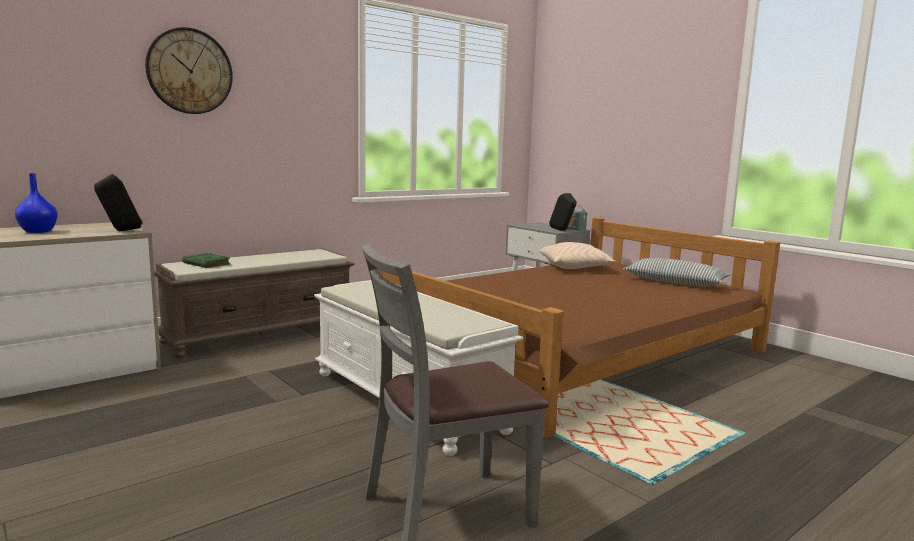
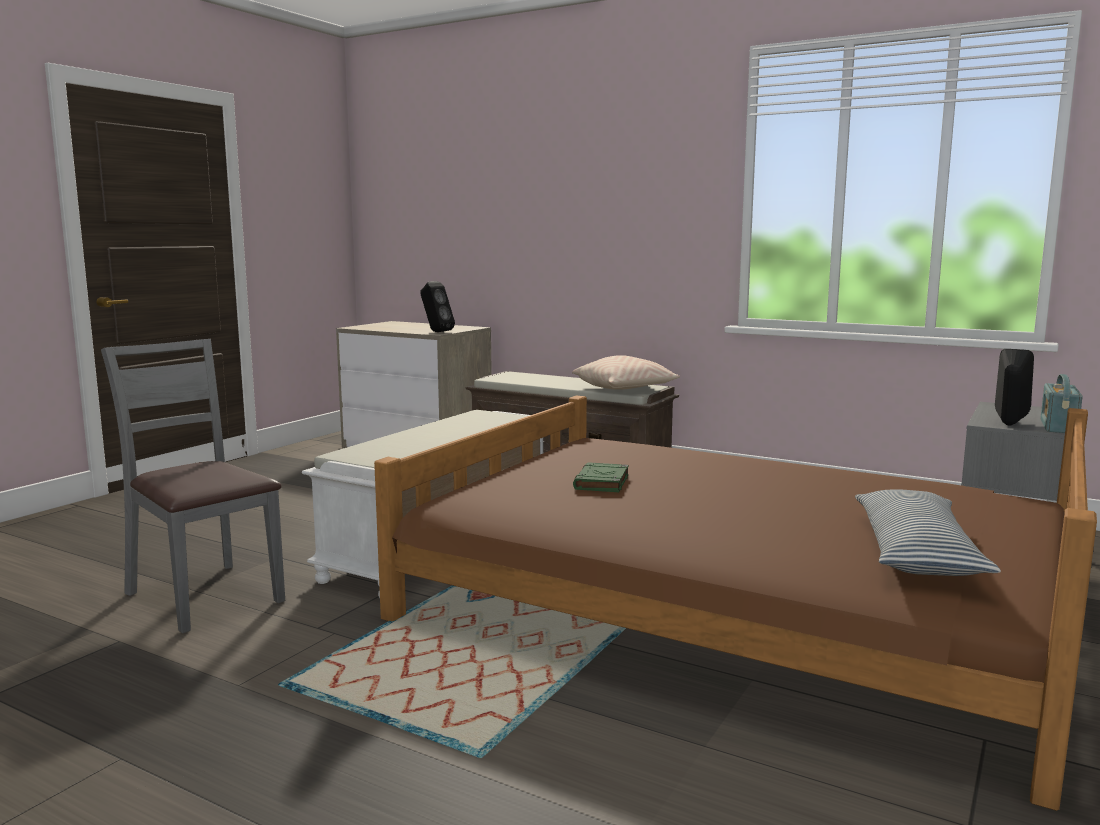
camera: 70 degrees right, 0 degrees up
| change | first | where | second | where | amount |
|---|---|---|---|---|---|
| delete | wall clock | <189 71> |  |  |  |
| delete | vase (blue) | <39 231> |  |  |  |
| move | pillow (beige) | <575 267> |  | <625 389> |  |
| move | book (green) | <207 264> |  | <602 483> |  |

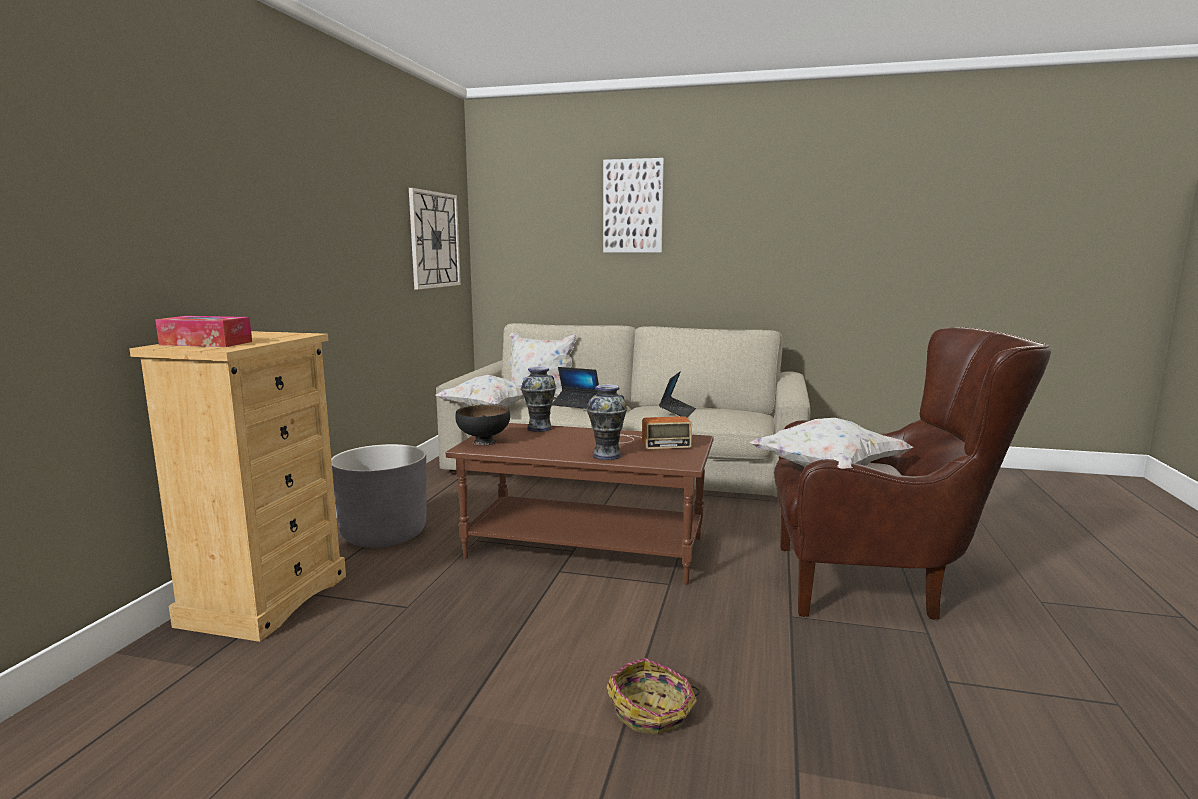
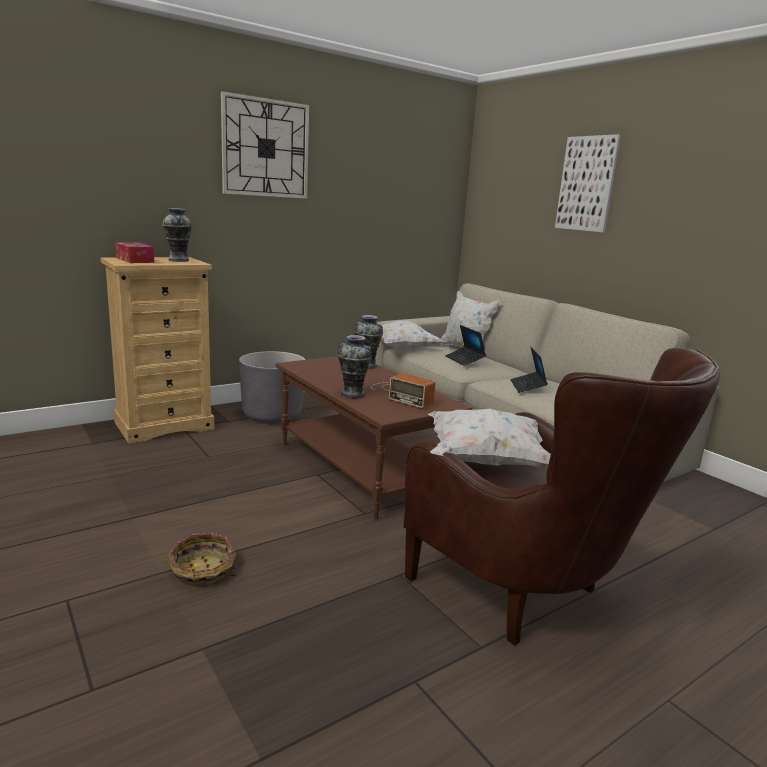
camera: 40 degrees right, 5 degrees up
| change | first | where | second | where | amount |
|---|---|---|---|---|---|
| move | wall clock | <434 240> |  | <265 148> |  |
| rotate | laptop | <677 412> |  | <527 387> | 120 degrees clockwise |
| delete | bowl (black) | <484 442> |  |  |  |
| insert |  |  | vase | <179 260> |  |

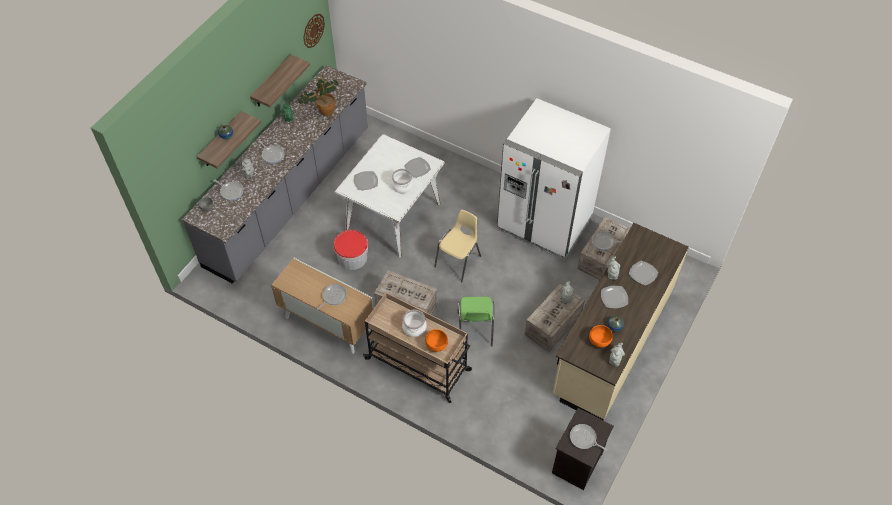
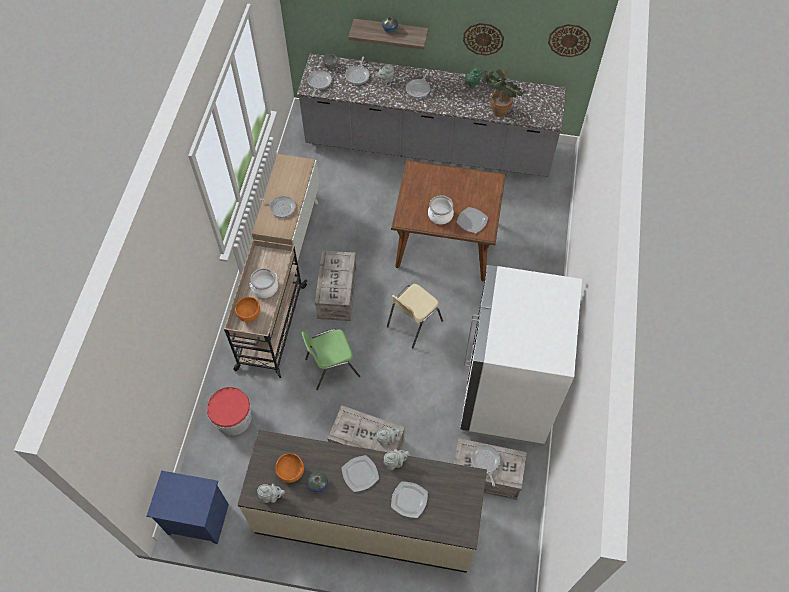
camera: 70 degrees right, 5 degrees up
| change | first | where | second | where | amount |
|---|---|---|---|---|---|
| replace | shelf | <272 82> | wall clock | <483 38> |  |
| recolor | dining table (white) | <393 217> | dining table (brown) | <444 243> |  |
| delete | plate | <366 181> |  |  |  |
| rotate | chair (beige) | <458 261> |  | <413 323> | 120 degrees clockwise |
| move | bucket | <352 258> |  | <233 418> |  |
| recolor | nightstand (black) | <577 464> | nightstand (blue) | <197 520> |  |
| move | frying pan | <584 438> |  | <319 83> |  |

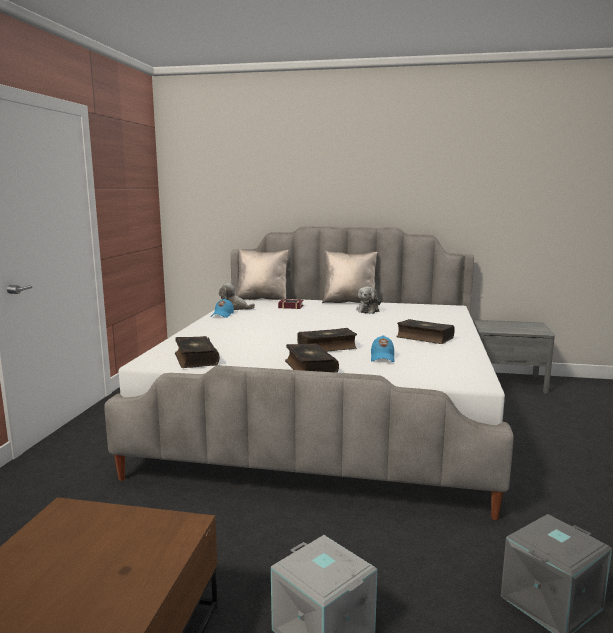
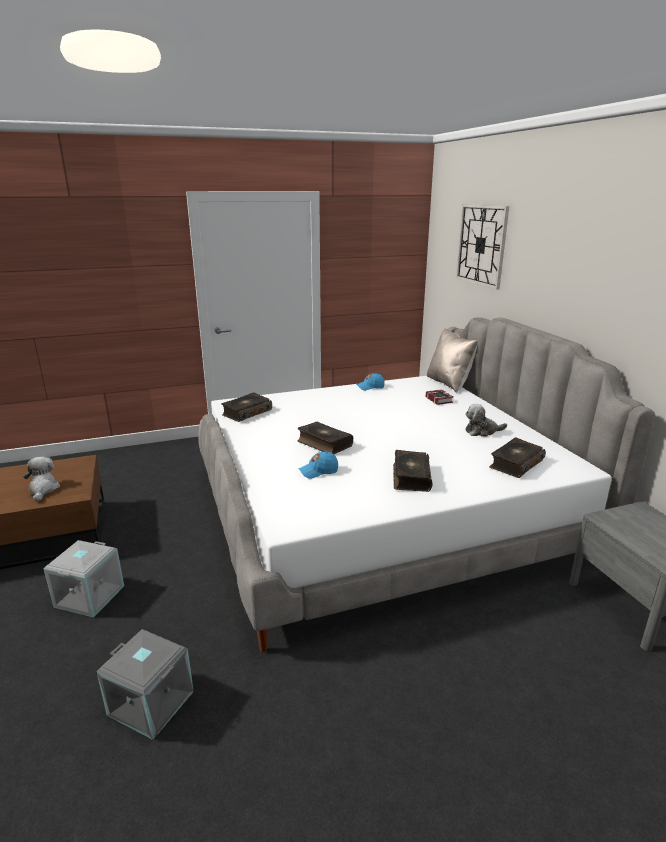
camera: 60 degrees right, 10 degrees up
| change | first | where | second | where | amount |
|---|---|---|---|---|---|
| delete | pillow (beige) | <349 302> |  |  |  |
| move | plush toy | <234 308> |  | <43 489> |  |
| move | book | <309 368> |  | <515 464> |  |
| insert |  |  | wall clock | <481 245> |  |

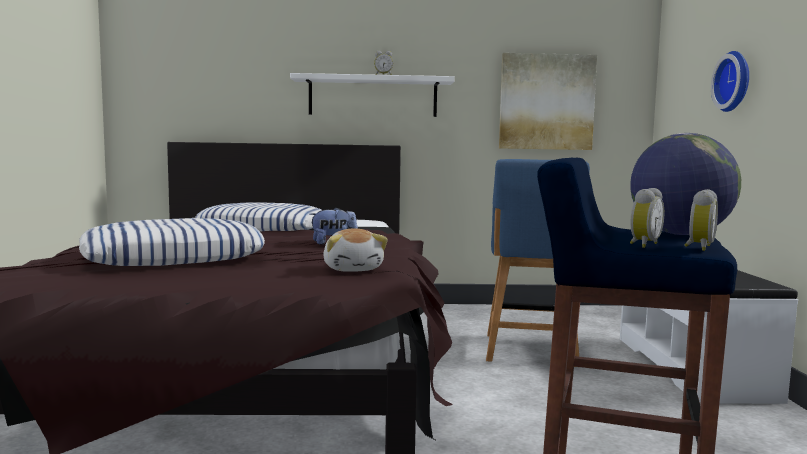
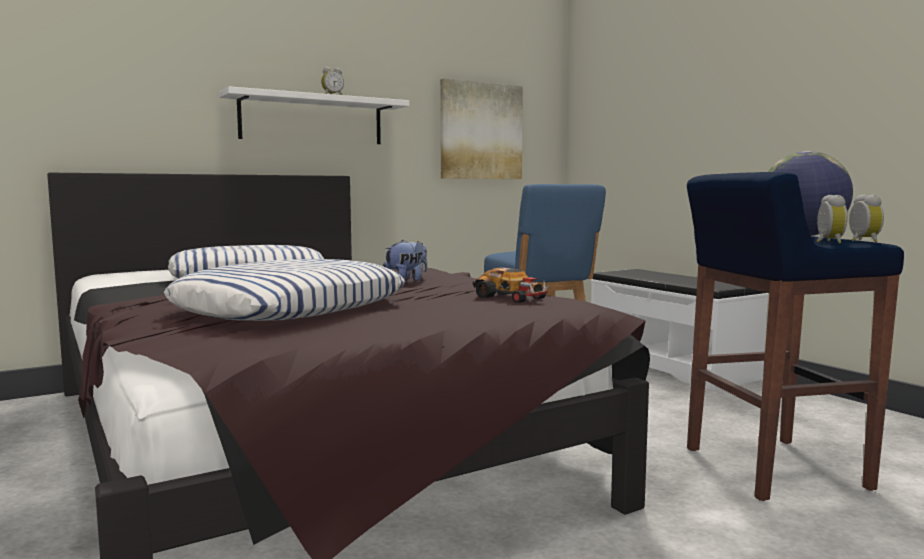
camera: 30 degrees left, 0 degrees up
| change | first | where | second | where | amount |
|---|---|---|---|---|---|
| delete | wall clock | <735 81> |  |  |  |
| replace | plush toy | <353 269> | toy car | <511 298> |  |

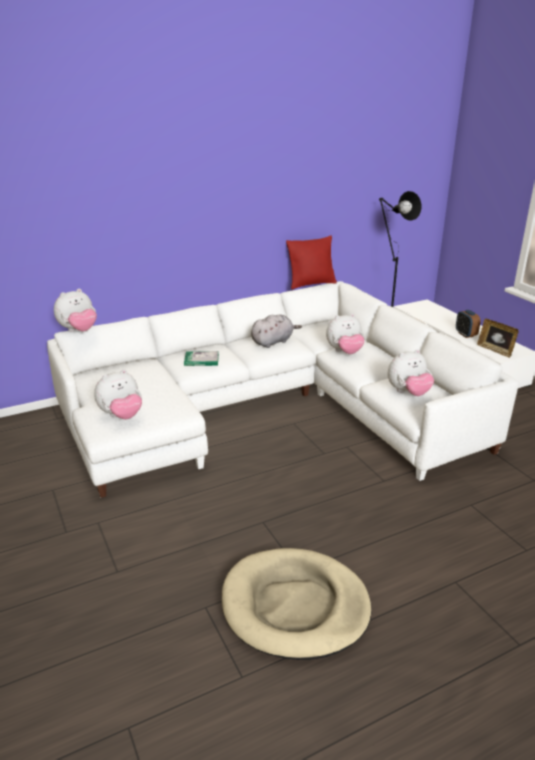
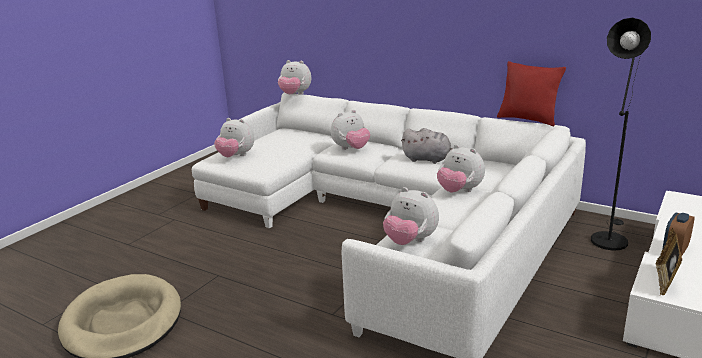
camera: 60 degrees right, 5 degrees down
| change | first | where | second | where | amount |
|---|---|---|---|---|---|
| replace | book | <201 360> | plush toy | <351 149> |  |

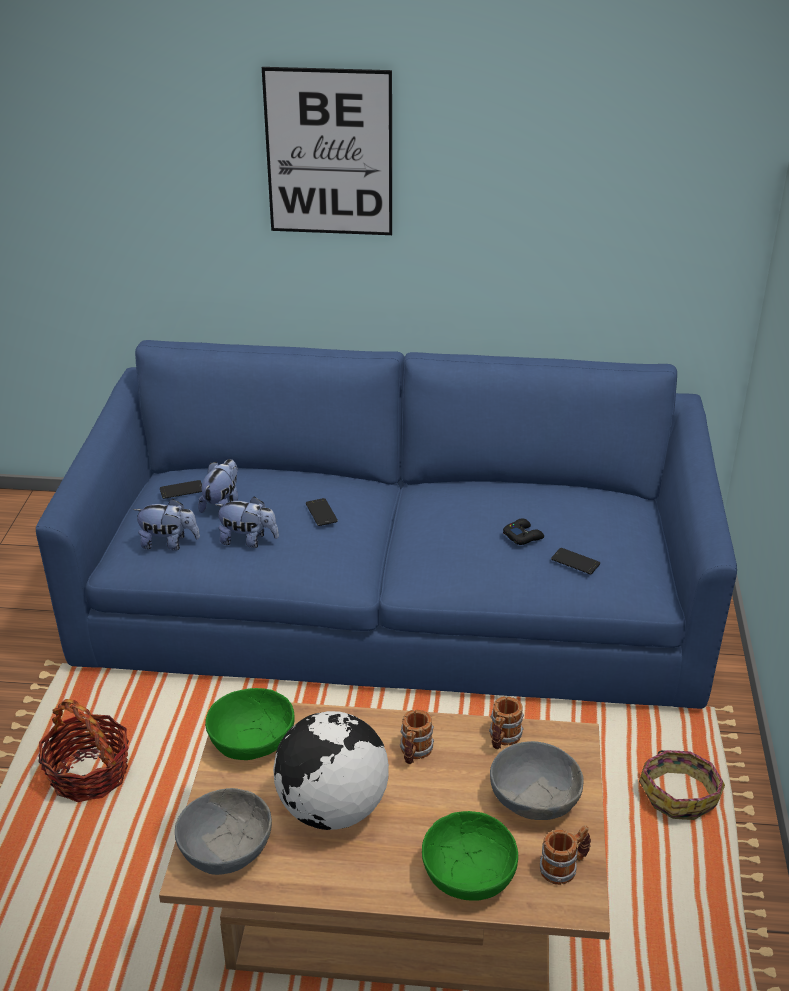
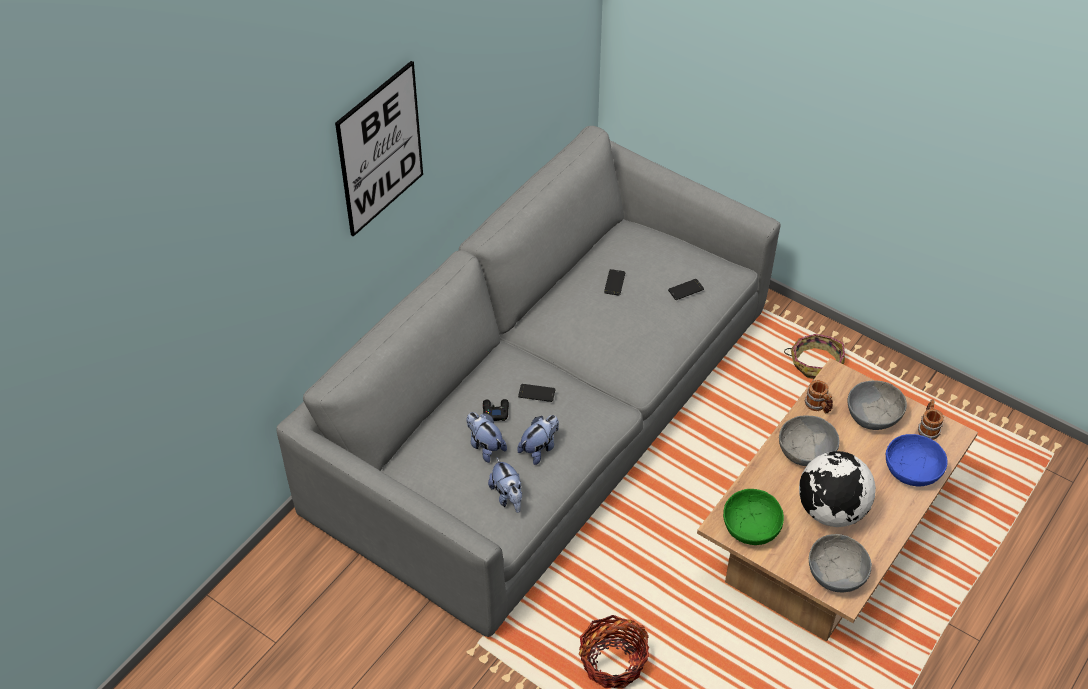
camera: 60 degrees left, 15 degrees up
| change | first | where | second | where | amount |
|---|---|---|---|---|---|
| recolor | sofa (blue) | <395 597> | sofa (grey) | <543 410> |  |
| move | phone | <181 490> |  | <614 282> |  |
| rotate | plush toy | <169 543> |  | <508 496> | 120 degrees clockwise |
| move | game controller (black) | <523 536> |  | <495 411> |  |
| replace | mug | <414 753> | bowl (grey) | <806 452> |  |
| recolor | bowl (green) | <467 875> | bowl (blue) | <912 471> |  |

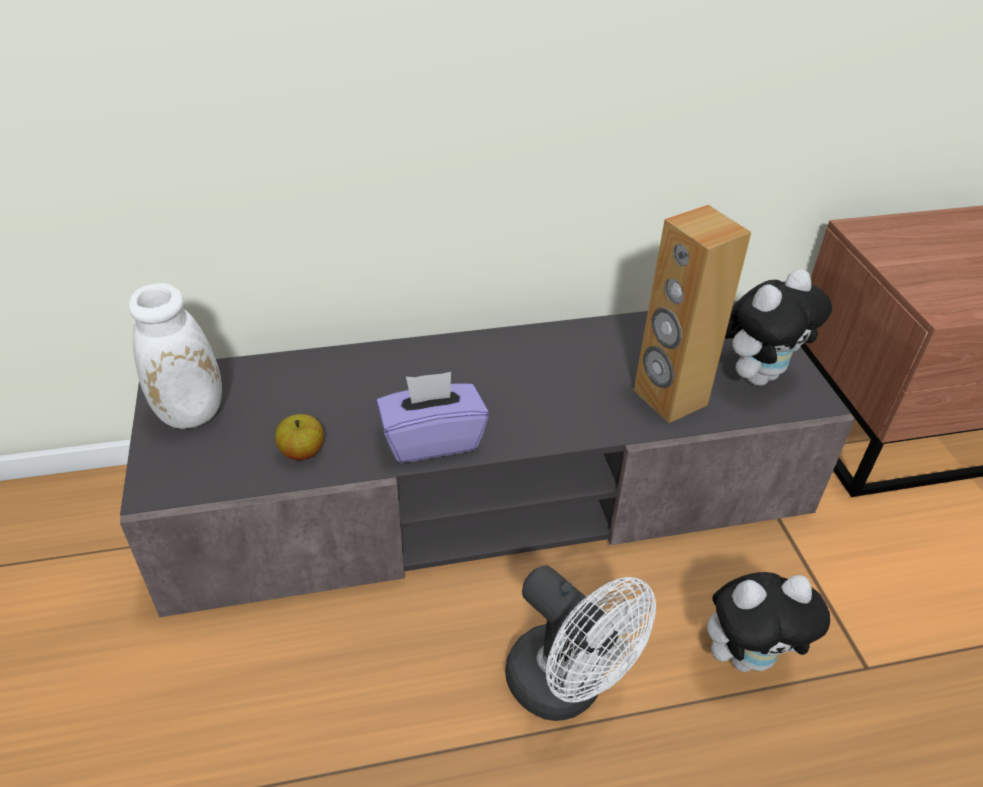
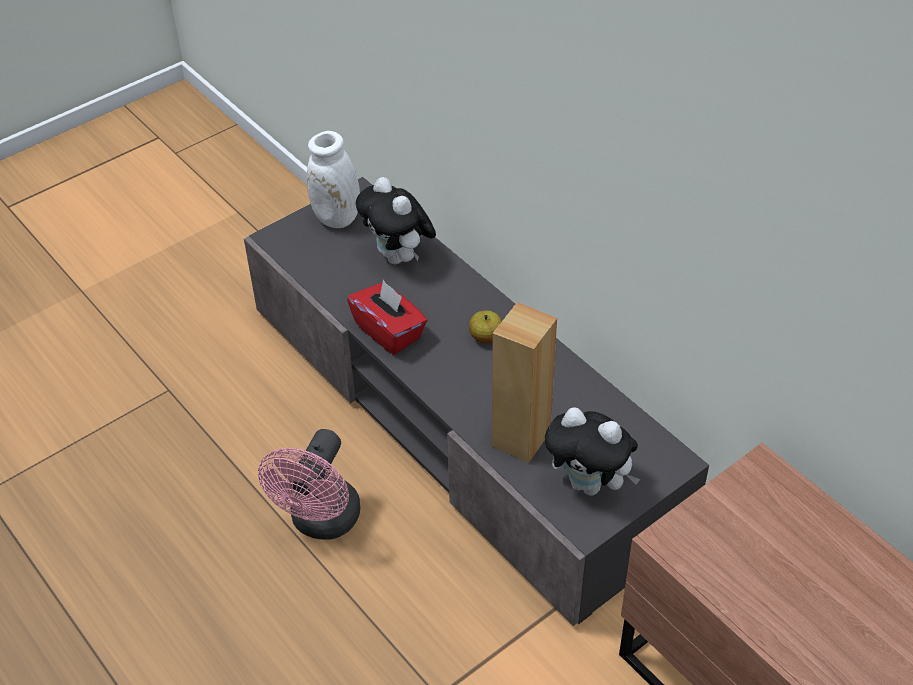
camera: 65 degrees right, 5 degrees up
| change | first | where | second | where | amount |
|---|---|---|---|---|---|
| recolor | tissue box (purple) | <432 440> | tissue box (red) | <389 331> |  |
| move | apple | <302 452> |  | <485 337> |  |
| recolor | fan (white) | <567 688> | fan (pink) | <321 522> |  |
| move | plush toy | <748 656> |  | <399 257> |  |

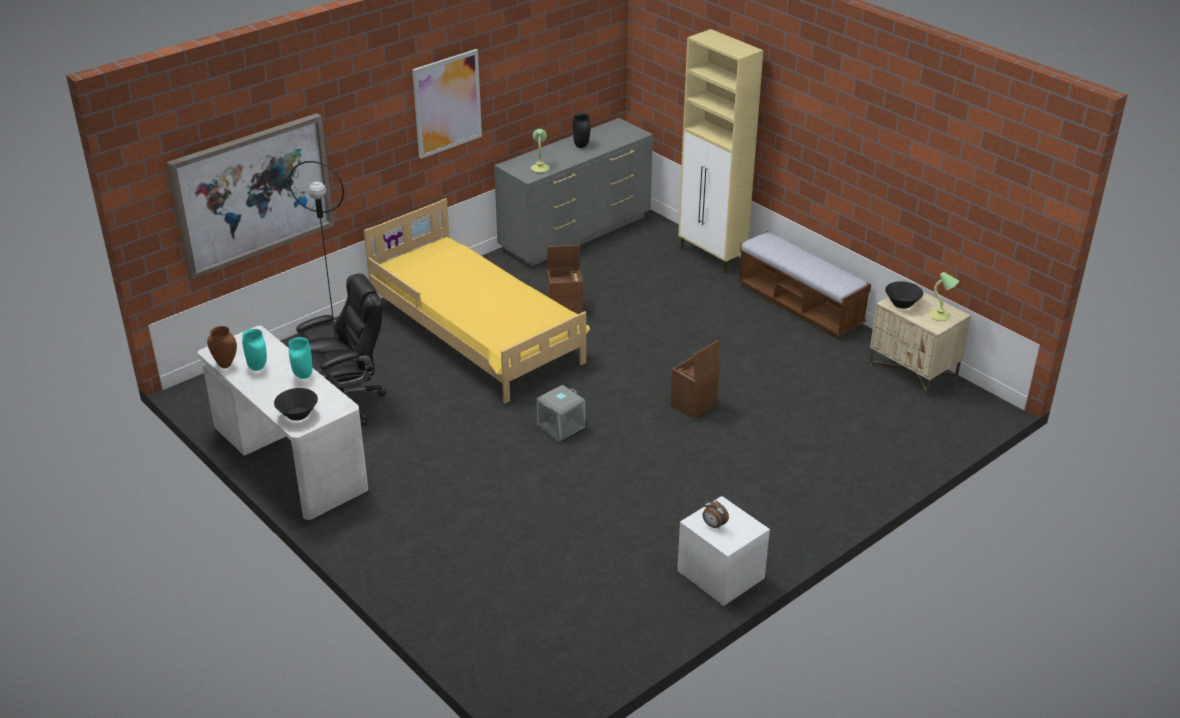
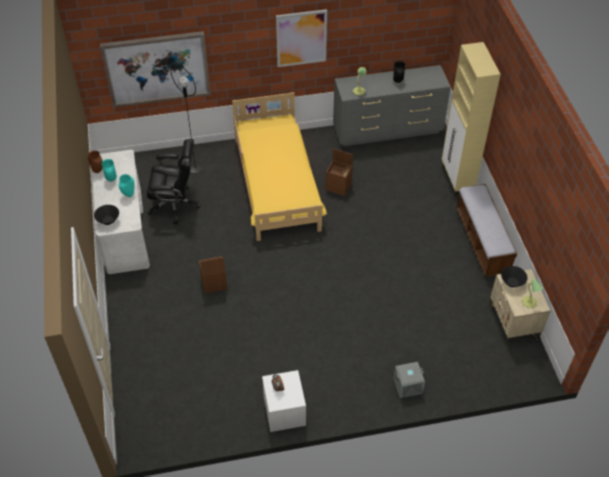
camera: 30 degrees right, 15 degrees up
| change | first | where | second | where | amount |
|---|---|---|---|---|---|
| move | storage box (brown) | <693 405> |  | <213 284> |  |
| move | storage box (grey) | <561 426> |  | <407 386> |  |

